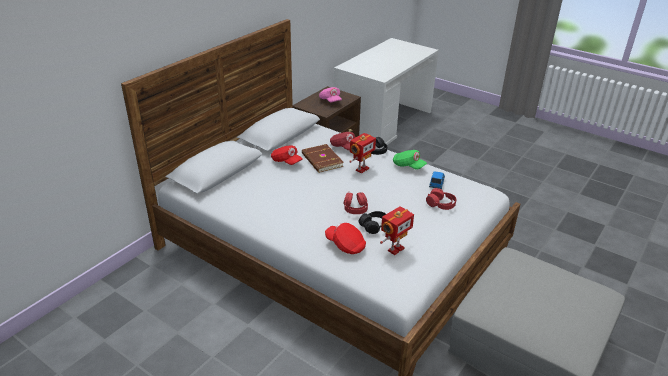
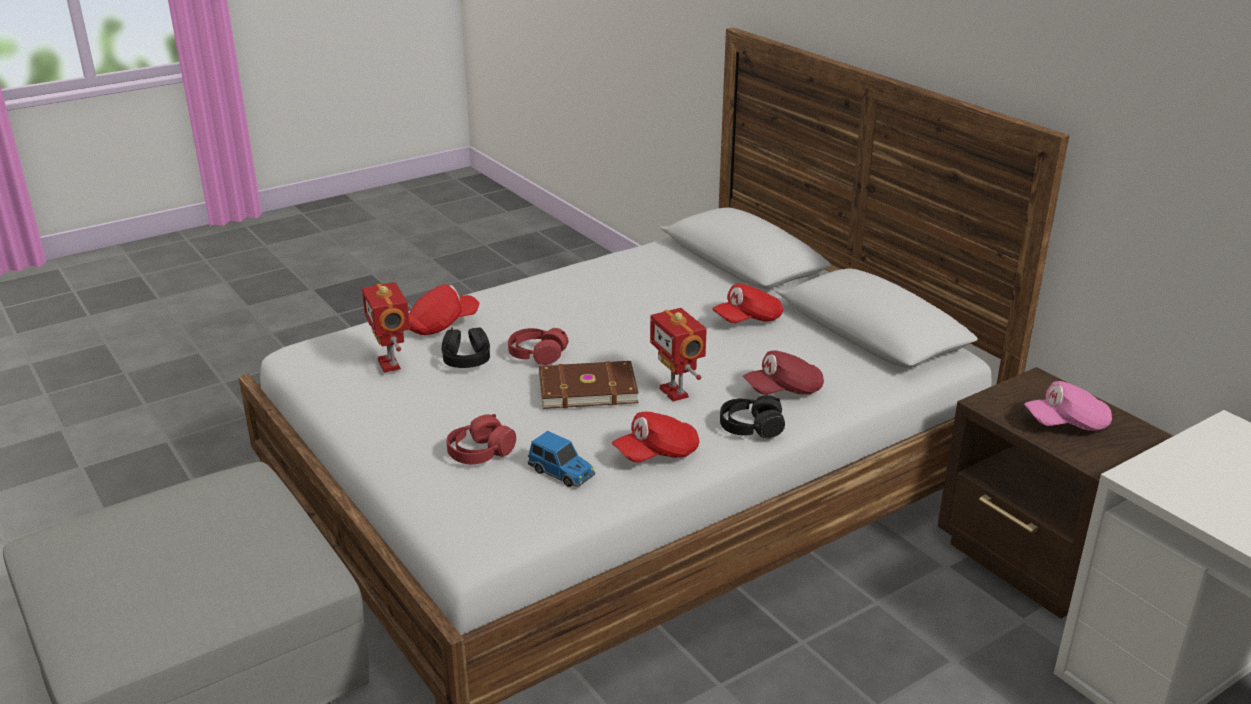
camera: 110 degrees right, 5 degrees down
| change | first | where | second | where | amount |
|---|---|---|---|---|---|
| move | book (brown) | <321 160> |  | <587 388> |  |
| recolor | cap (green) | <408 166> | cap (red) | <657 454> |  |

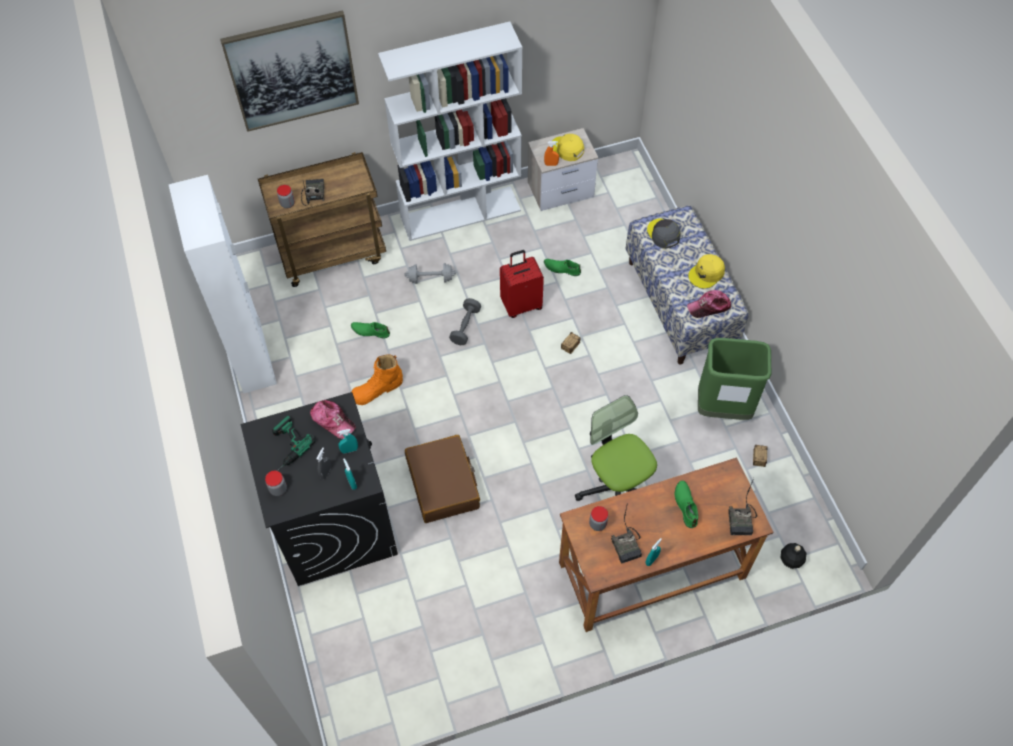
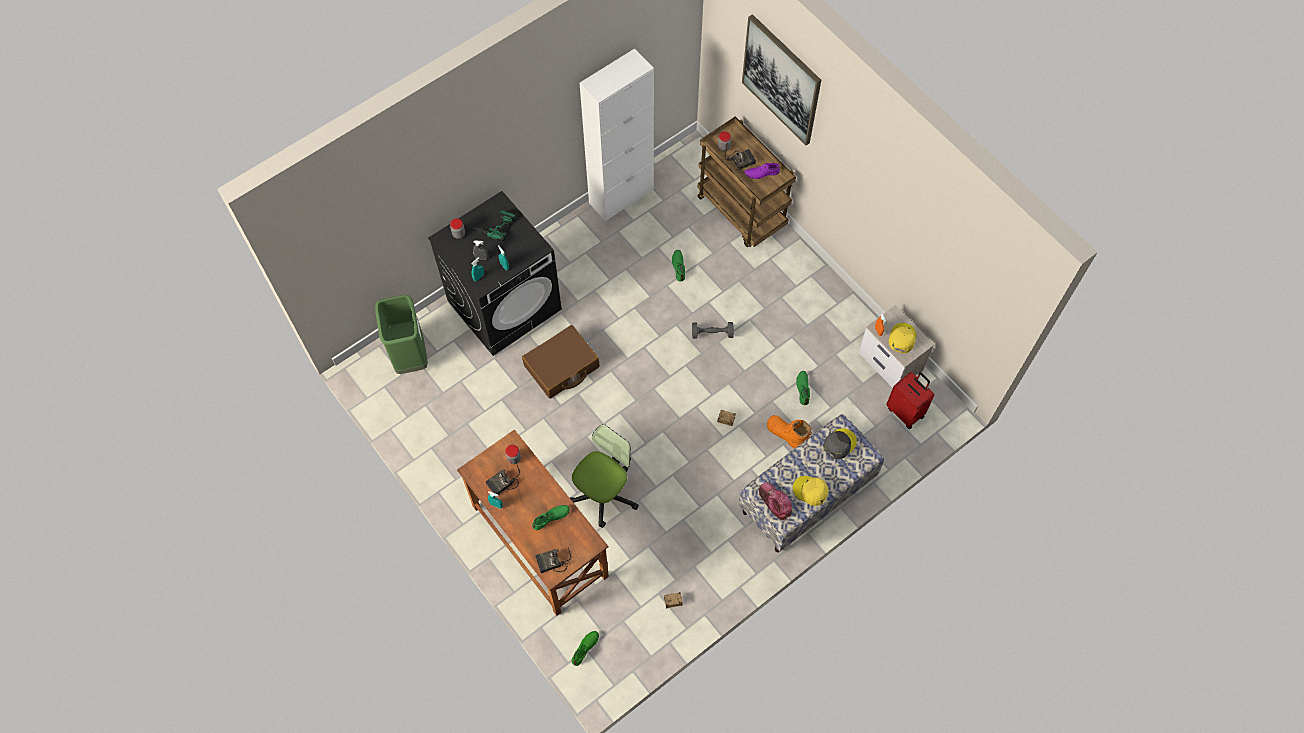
camera: 70 degrees right, 5 degrees up
| change | first | where | second | where | amount |
|---|---|---|---|---|---|
| delete | bookcase (white) | <461 213> |  |  |  |
| move | suitcase (red) | <521 304> |  | <905 412> |  |
| delete | dumbbell (grey) | <430 279> |  |  |  |
| move | trash can (green) | <723 408> |  | <410 356> |  |
| move | boot (orange) | <377 389> |  | <788 435> |  |
| delete | cap | <332 420> |  |  |  |
| replace | bottle (black) | <791 560> | shoe (green) | <585 649> |  |
| insert |  |  | shoe (purple) | <762 173> |  |

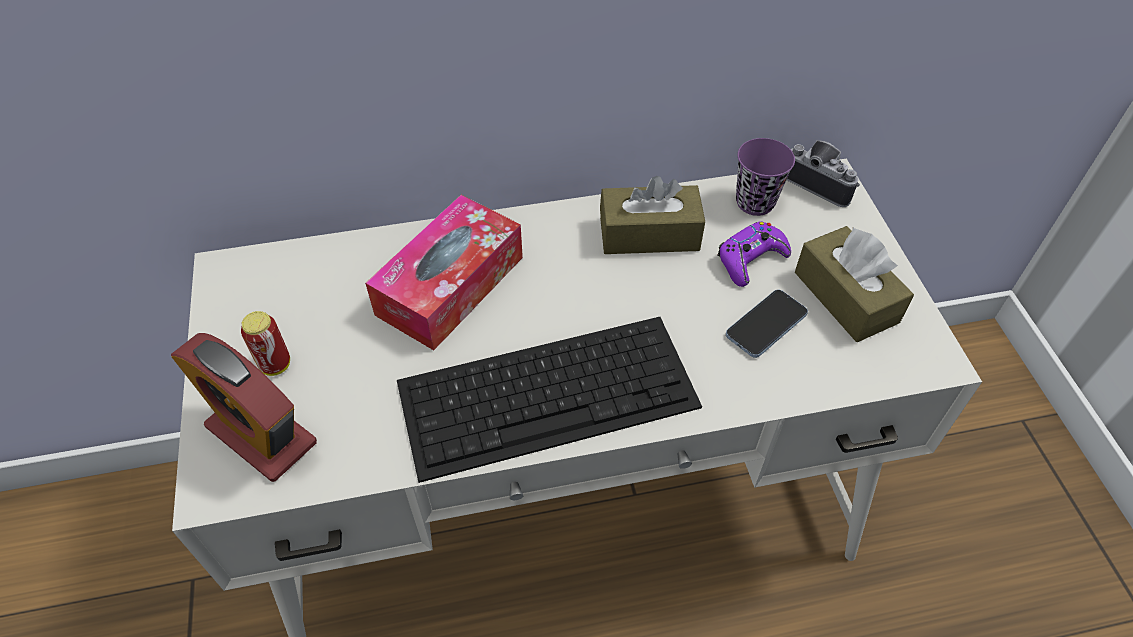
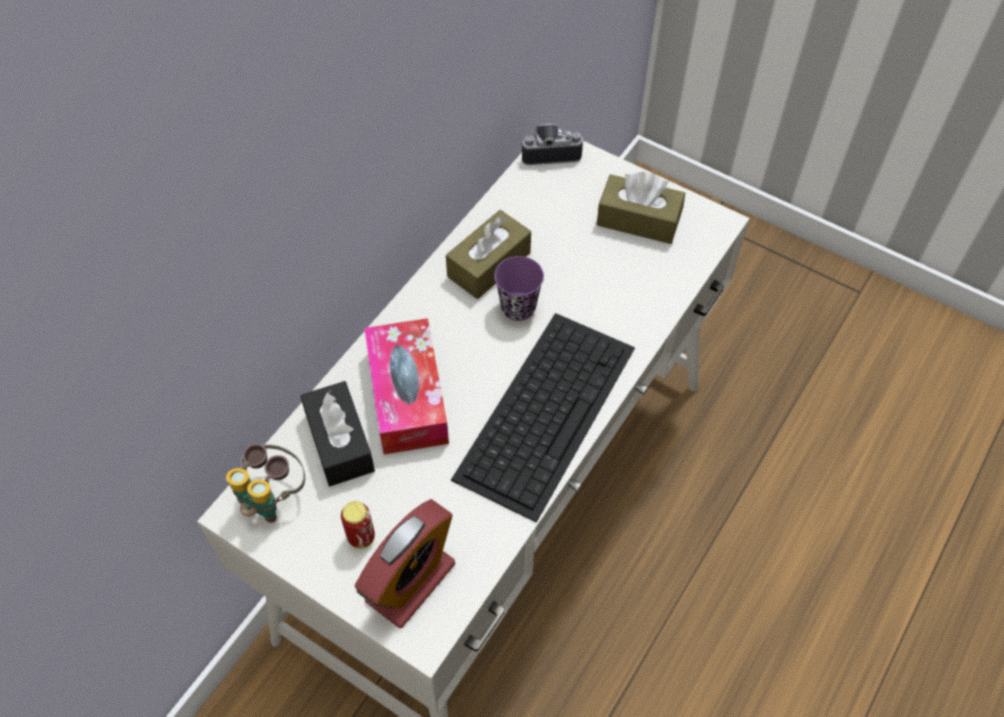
camera: 45 degrees left, 5 degrees up
| change | first | where | second | where | amount |
|---|---|---|---|---|---|
| move | cup (purple) | <755 202> |  | <518 307> |  |
| delete | game controller (purple) | <751 259> |  |  |  |
| delete | phone | <766 325> |  |  |  |
| rotate | alarm clock | <261 435> |  | <410 582> | 45 degrees counterclockwise |
| insert |  |  | tissue box (black) | <339 442> |  |
| insert |  |  | binoculars | <272 497> |  |

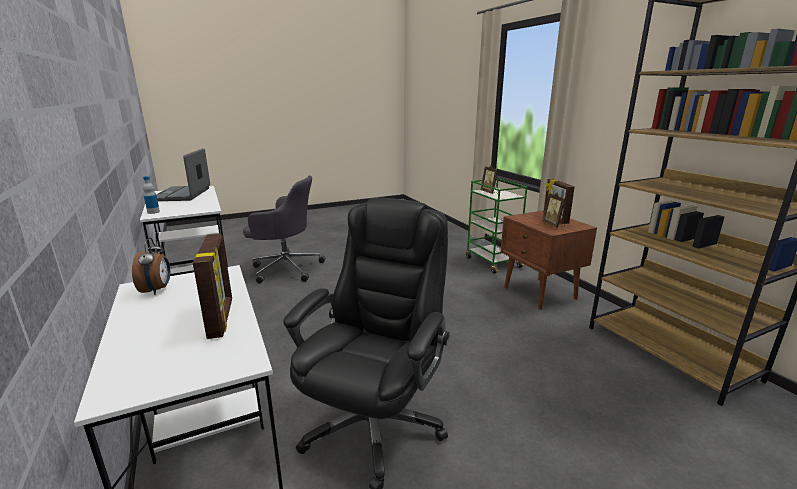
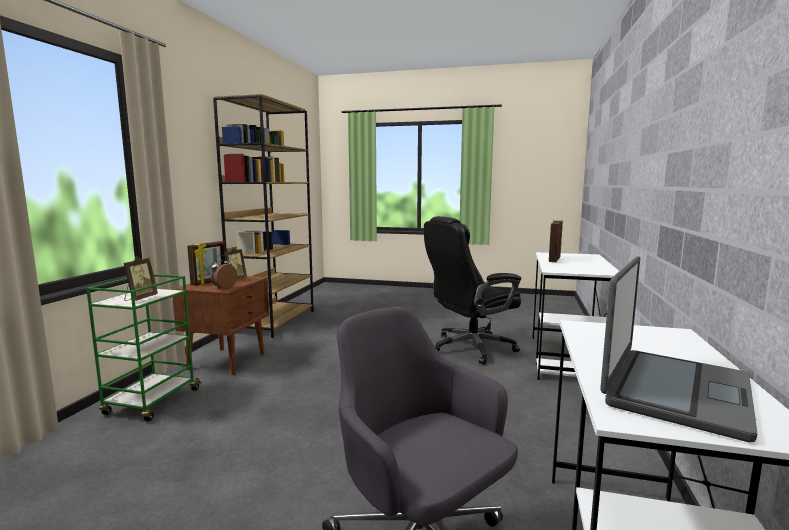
camera: 140 degrees left, 10 degrees down
| change | first | where | second | where | amount |
|---|---|---|---|---|---|
| delete | bottle | <153 212> |  |  |  |
| move | alarm clock | <157 290> |  | <223 288> |  |

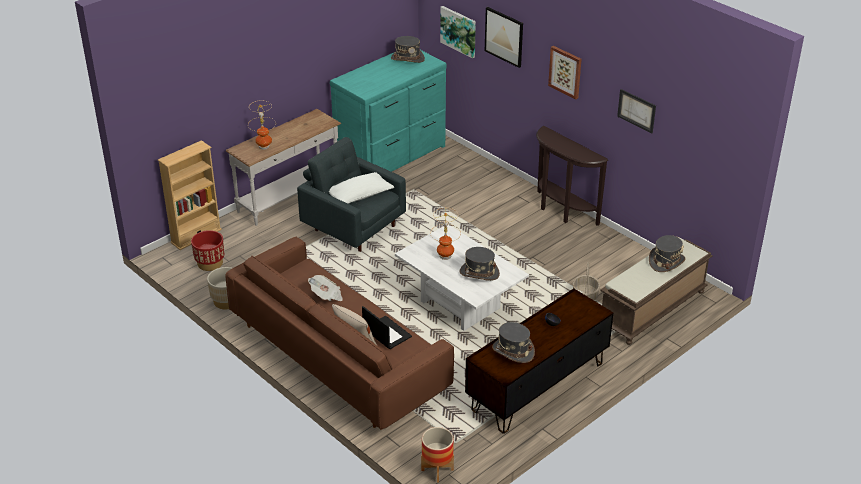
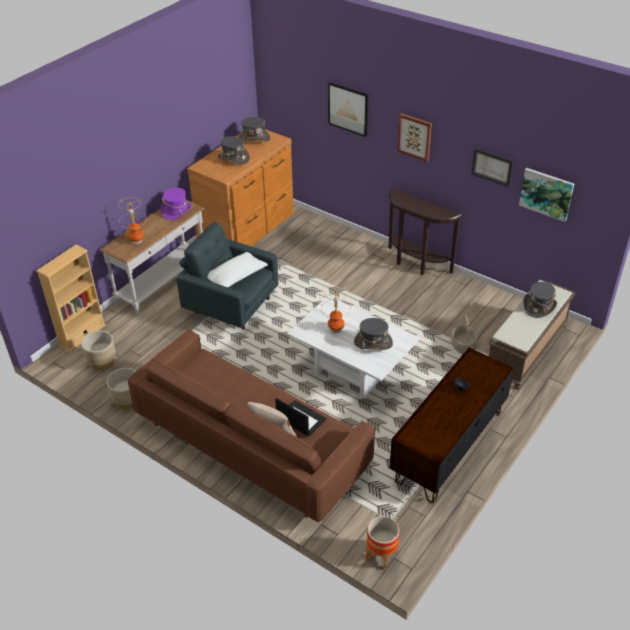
camera: 10 degrees left, 5 degrees up
| change | first | where | second | where | amount |
|---|---|---|---|---|---|
| move | picture | <459 31> |  | <546 193> |  |
| recolor | dresser (turquoise) | <392 156> | dresser (brown) | <248 229> |  |
| recolor | planter (red) | <210 263> | planter (beige) | <102 362> |  |
| delete | newspaper | <326 296> |  |  |  |
| move | hat (grey) | <513 351> |  | <233 158> |  |
| insert |  |  | hat (purple) | <176 211> |  |

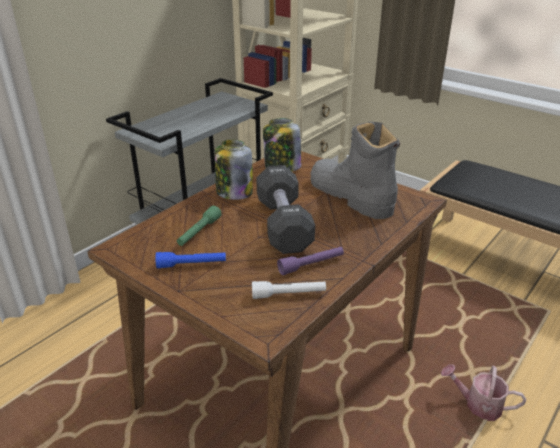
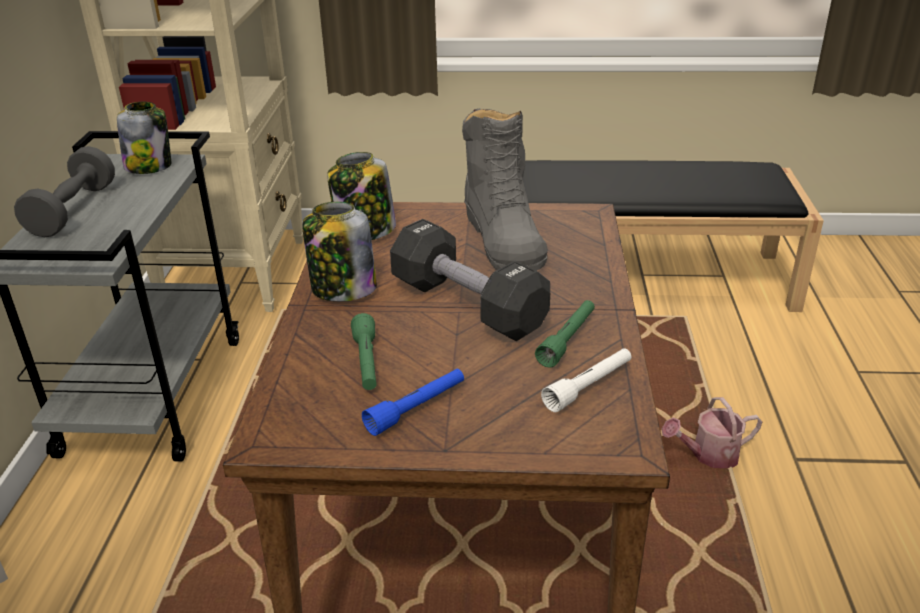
camera: 35 degrees left, 0 degrees up
| change | first | where | second | where | amount |
|---|---|---|---|---|---|
| rotate | boot (grey) | <350 196> |  | <503 238> | 120 degrees counterclockwise |
| recolor | flashlight (purple) | <311 265> | flashlight (green) | <567 340> |  |
| insert |  |  | jar | <149 166> |  |
| insert |  |  | dumbbell (grey) | <73 210> |  |

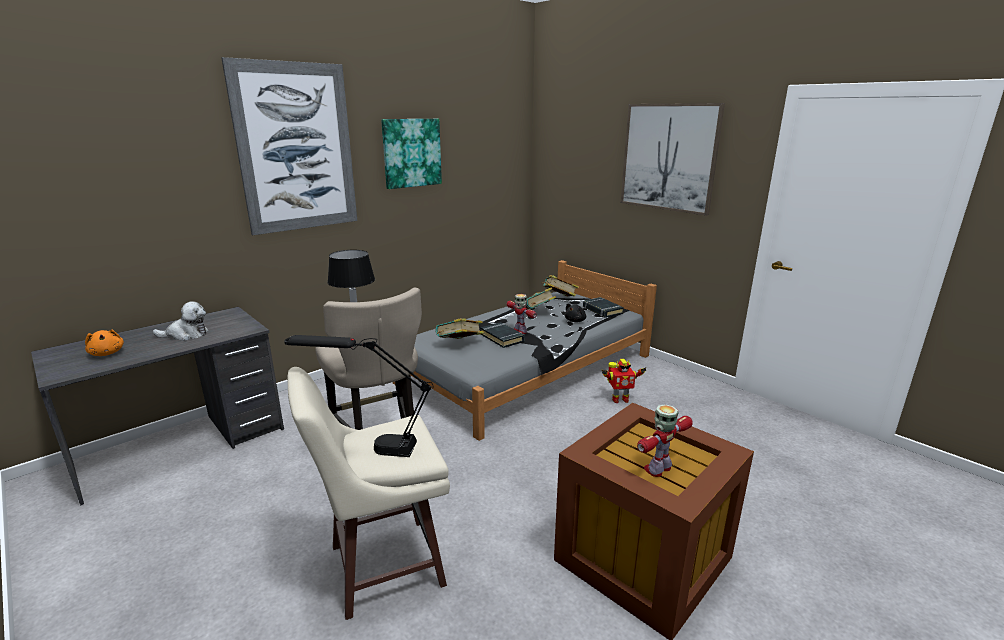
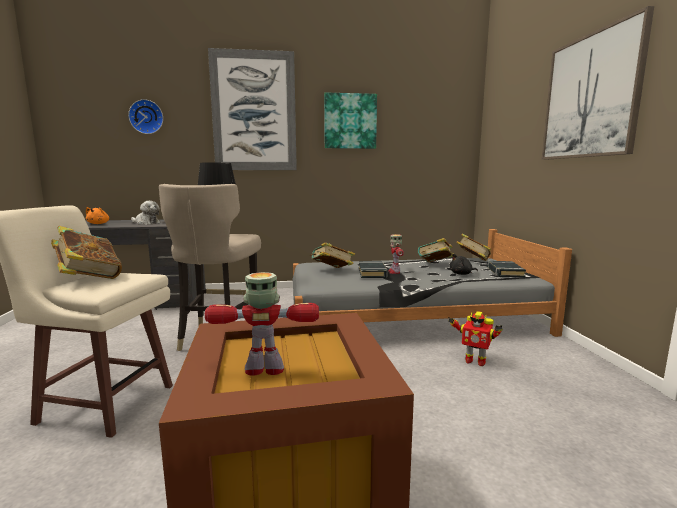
camera: 35 degrees right, 10 degrees down
| change | first | where | second | where | amount |
|---|---|---|---|---|---|
| replace | table lamp (black) | <368 445> | book | <89 278> |  |
| insert |  |  | wall clock | <147 117> |  |

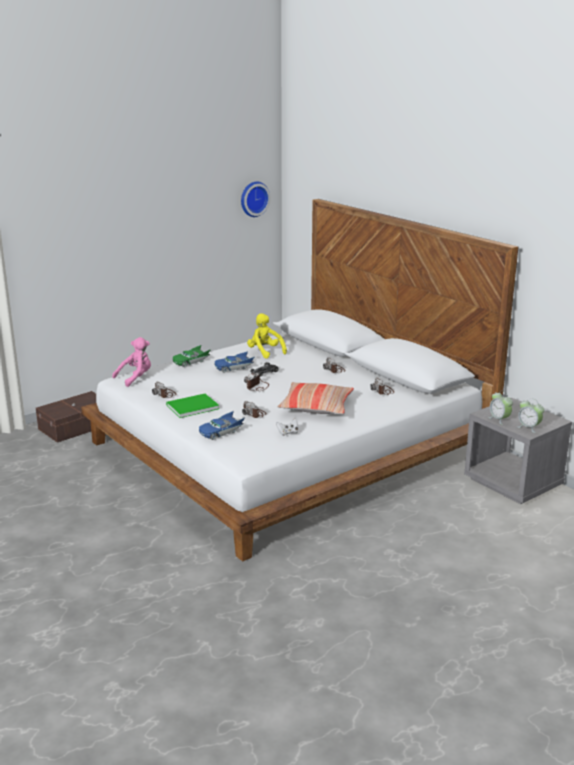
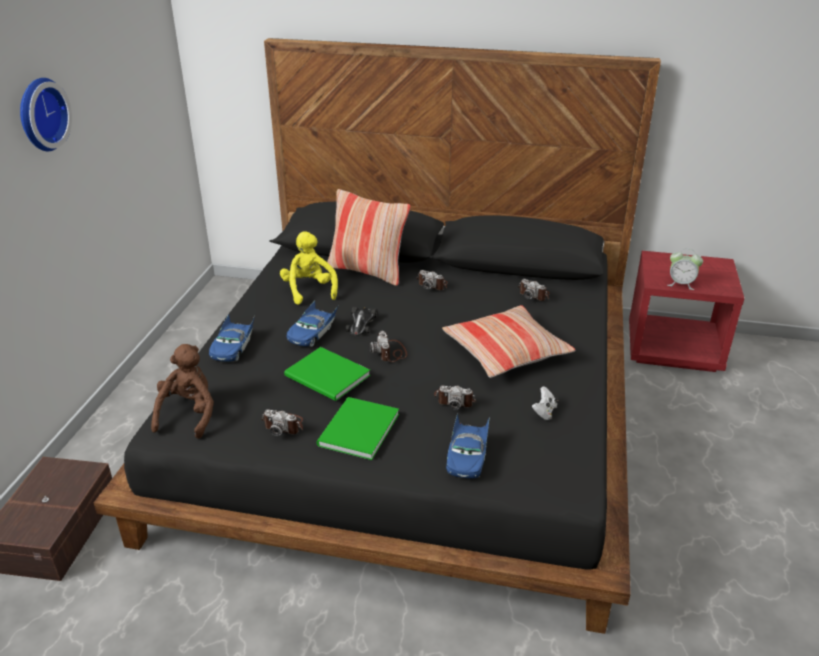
camera: 40 degrees left, 10 degrees up
| change | first | where | second | where | amount |
|---|---|---|---|---|---|
| move | wall clock | <253 198> |  | <40 114> |  |
| recolor | bed (white) | <287 448> | bed (black) | <409 415> |  |
| rotate | plush toy (yellow) | <265 352> |  | <309 290> | 60 degrees clockwise |
| recolor | plush toy (pink) | <136 378> | plush toy (brown) | <189 414> |  |
| recolor | toy car (green) | <191 361> | toy car (blue) | <233 347> |  |
| recolor | nightstand (grey) | <513 483> | nightstand (red) | <674 348> |  |
| delete | alarm clock | <529 428> |  |  |  |
| insert |  |  | pillow | <367 271> |  |
| insert |  |  | book (green) | <328 377> |  |

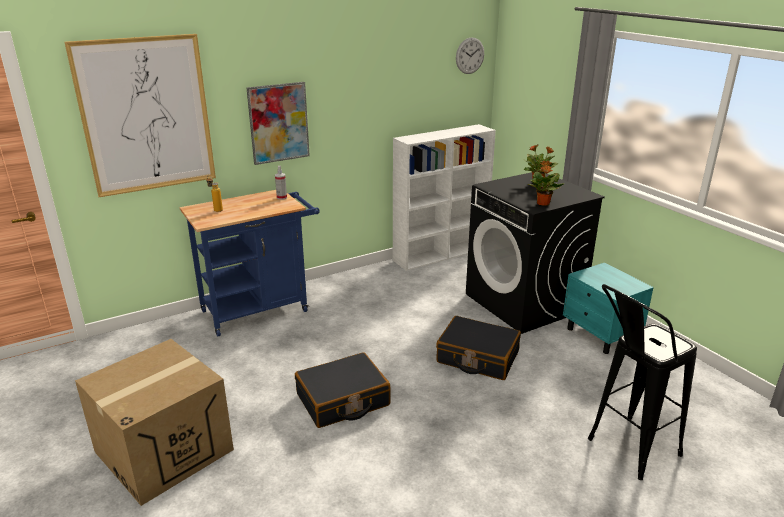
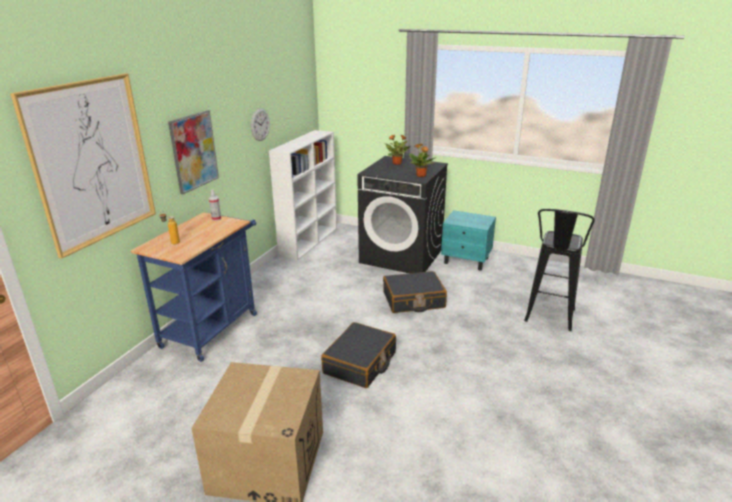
camera: 35 degrees left, 0 degrees up
| change | first | where | second | where | amount |
|---|---|---|---|---|---|
| move | wall clock | <470 55> |  | <260 124> |  |

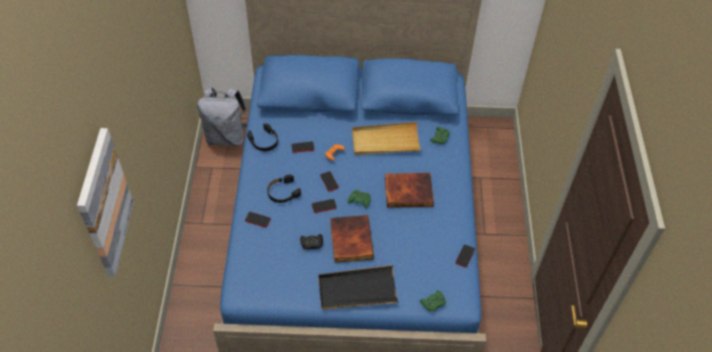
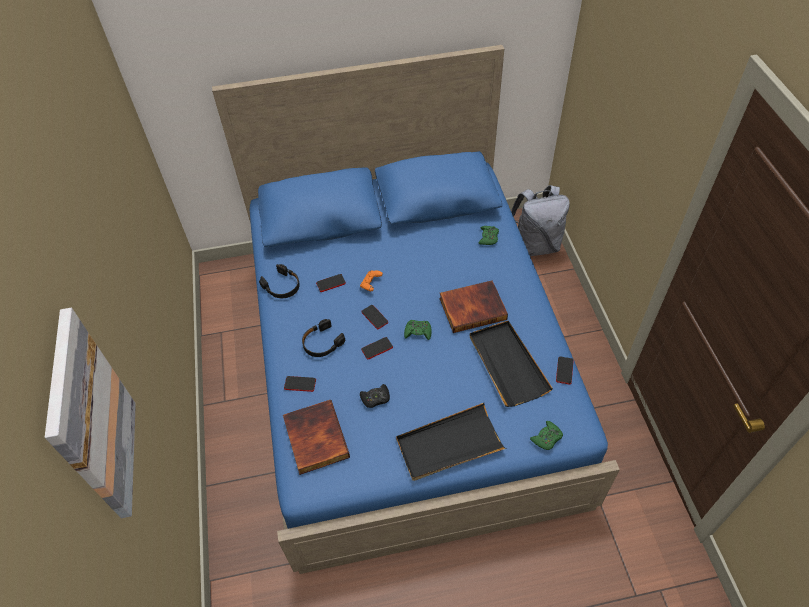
camera: 10 degrees left, 0 degrees up
| change | first | where | second | where | amount |
|---|---|---|---|---|---|
| move | backpack (grey) | <226 137> |  | <535 245> |  |
| delete | tray (beige) | <385 141> |  |  |  |
| move | book | <350 240> |  | <314 438> |  |
| insert |  |  | tray (black) | <507 364> |  |

